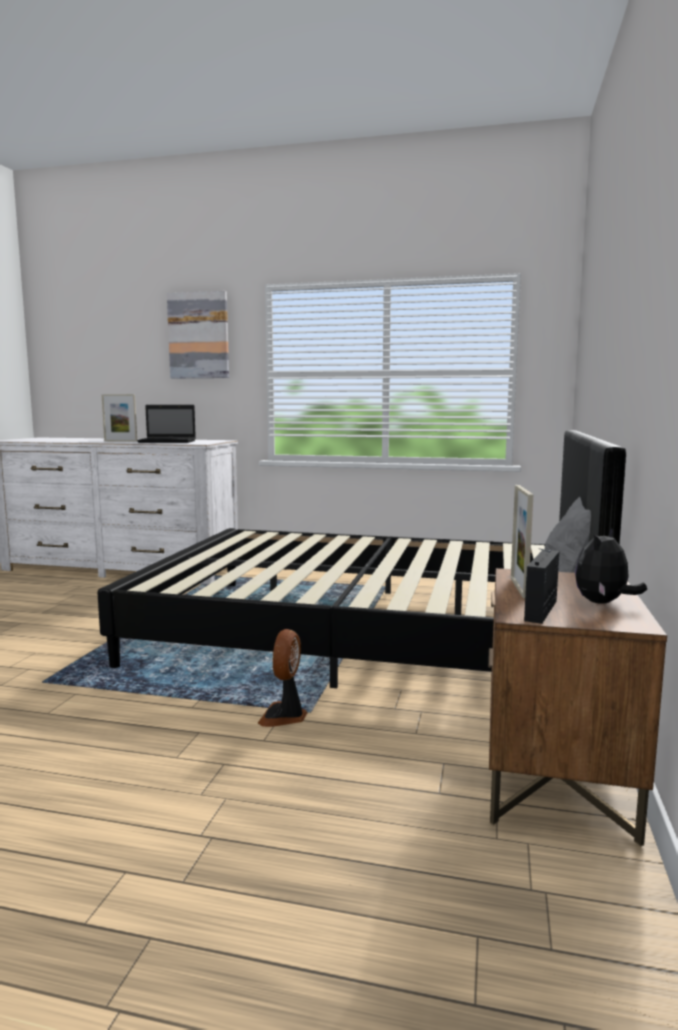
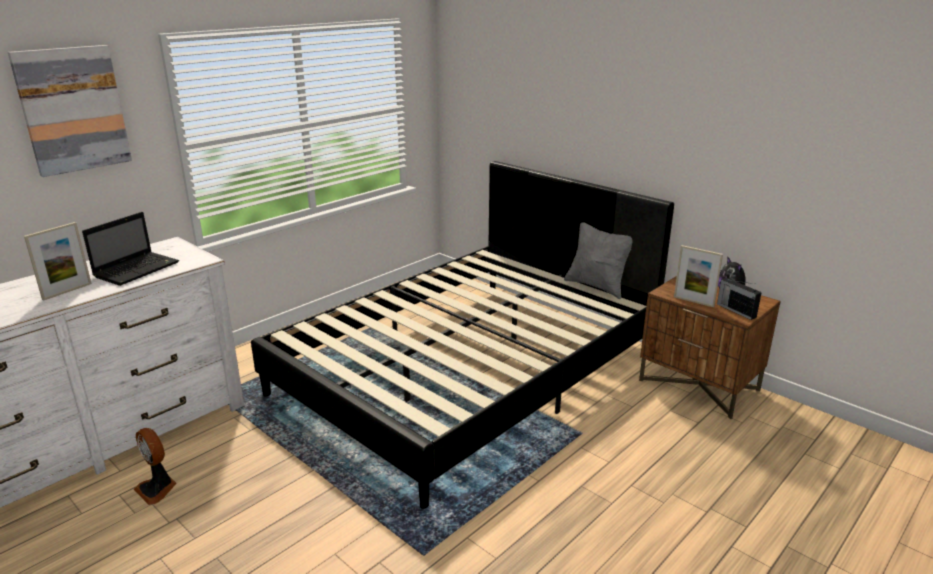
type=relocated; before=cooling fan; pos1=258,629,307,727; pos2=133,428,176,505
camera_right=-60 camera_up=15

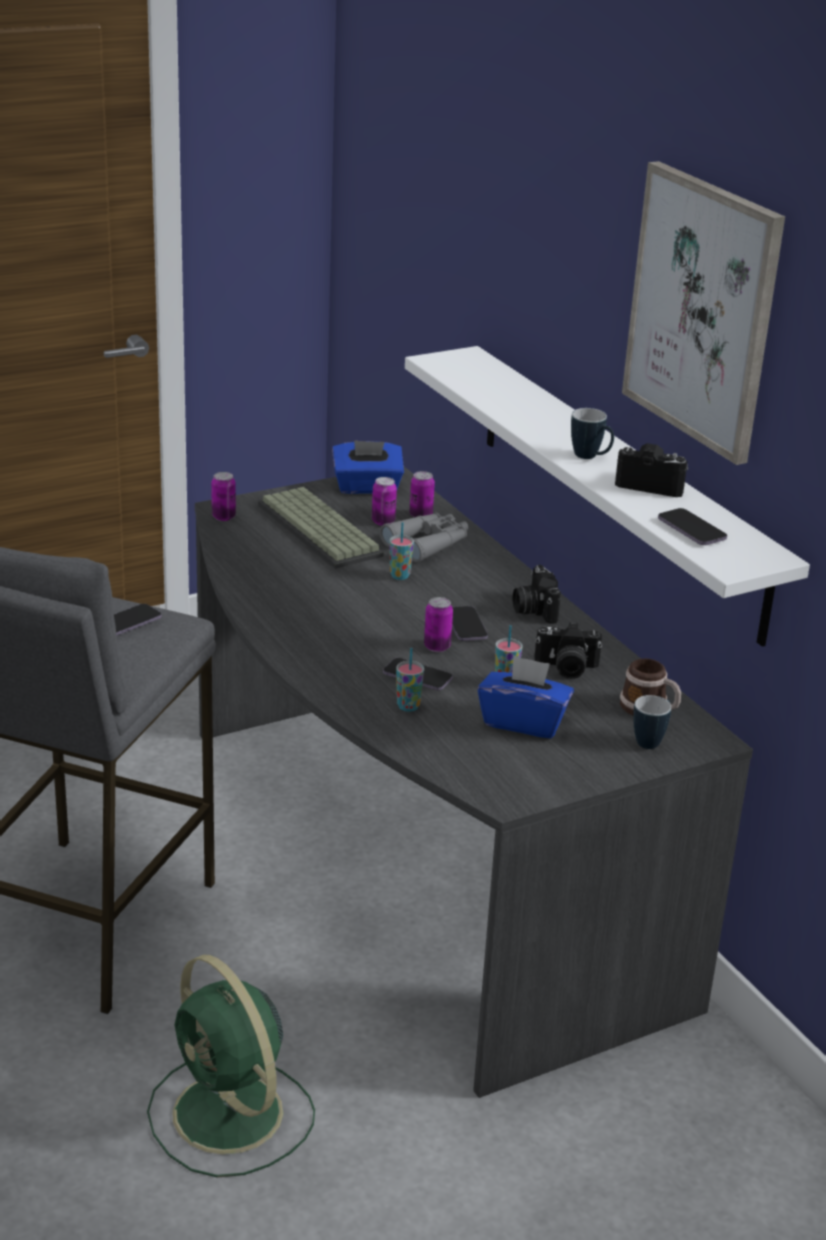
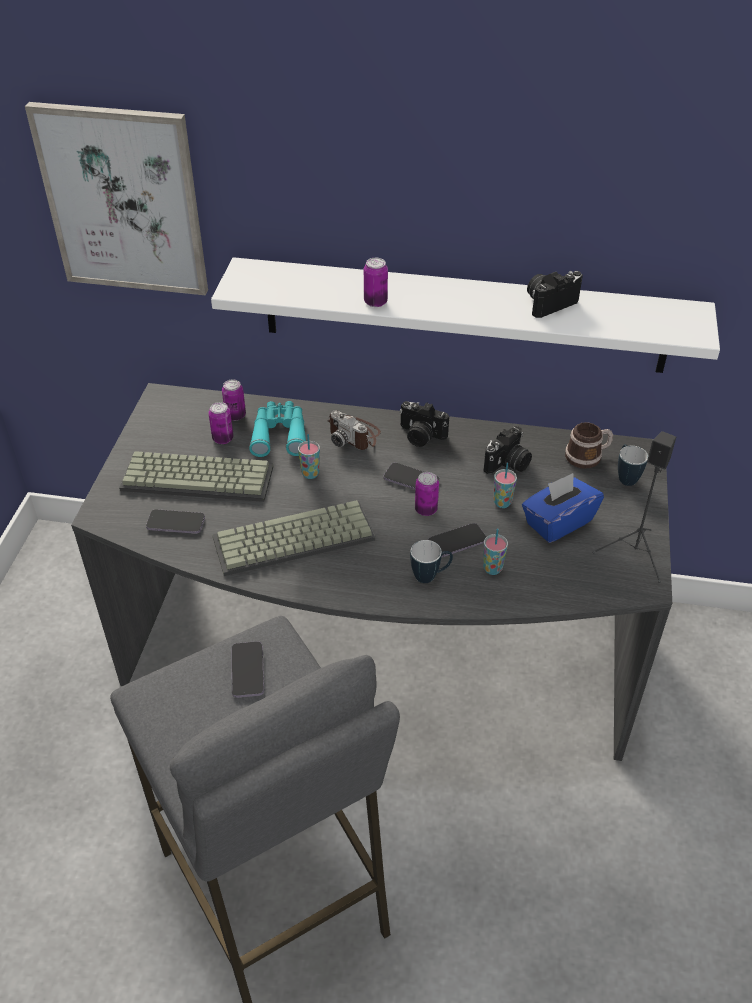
type=relocated; before=picture; pos1=622,161,785,465; pos2=25,102,208,295
type=relocated; before=handset; pos1=658,508,727,545; pos2=146,509,205,534
type=appeared; after=keyboard; pos2=212,500,375,576
type=colour; before=grey binoculars; after=blue-green binoculars; pos1=380,512,468,562; pos2=249,401,306,457
type=appeared; after=still camera; pos2=327,410,381,450
type=relocated; before=sealed can; pos1=211,472,236,521; pos2=364,258,388,307
type=relocated; before=mug; pos1=571,408,614,459; pos2=410,540,453,583
type=appeared; after=blackish speaker; pos2=592,431,676,583
type=missing; before=green cooling fan; pos1=147,955,315,1177
type=missing; before=blue-coloured tissue holder; pos1=332,440,404,494
camera_right=-50 camera_up=15

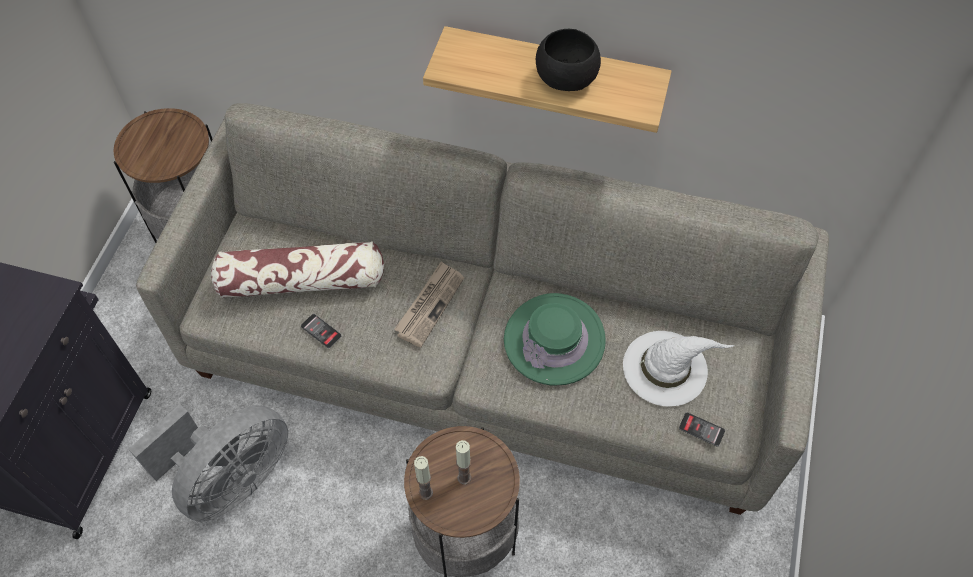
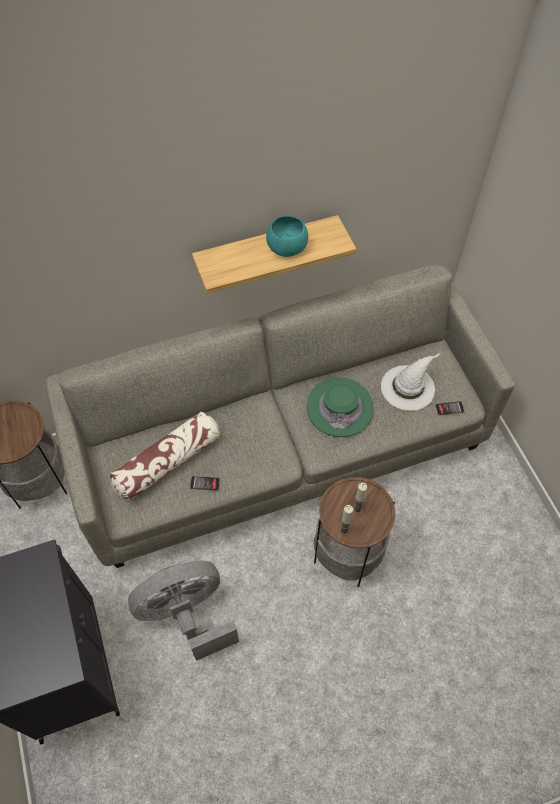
type=spun; before=grey cooling fan; pos1=128,404,288,522; pos2=128,561,239,661; turn=-120
type=colour; before=blackish serving bowl; after=blue-green serving bowl; pos1=536,29,601,91; pos2=266,216,308,257
type=missing; before=daily paper; pos1=394,261,464,347
camera_right=-35 camera_up=0

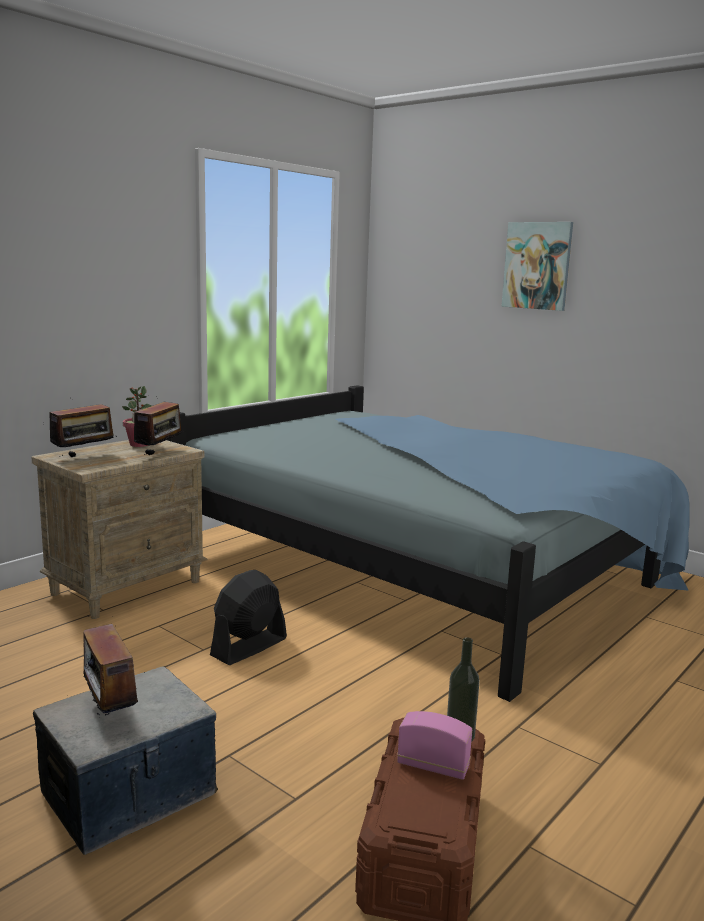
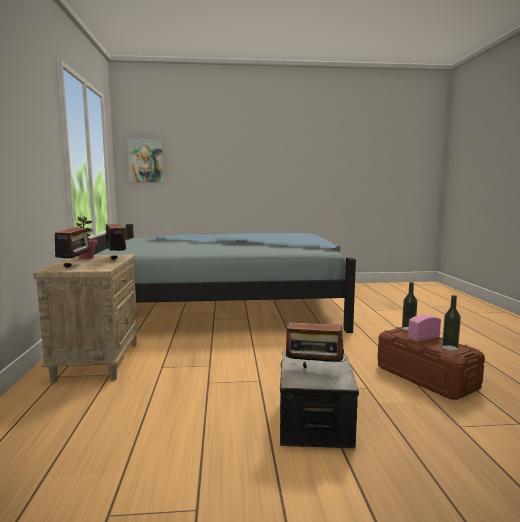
type=relocated; before=picture; pos1=502,222,573,311; pos2=127,139,164,182
type=appeared; after=bottle; pos2=442,295,461,351
type=missing; before=blackish cooling fan; pos1=210,570,287,665
camera_right=-45 camera_up=-5

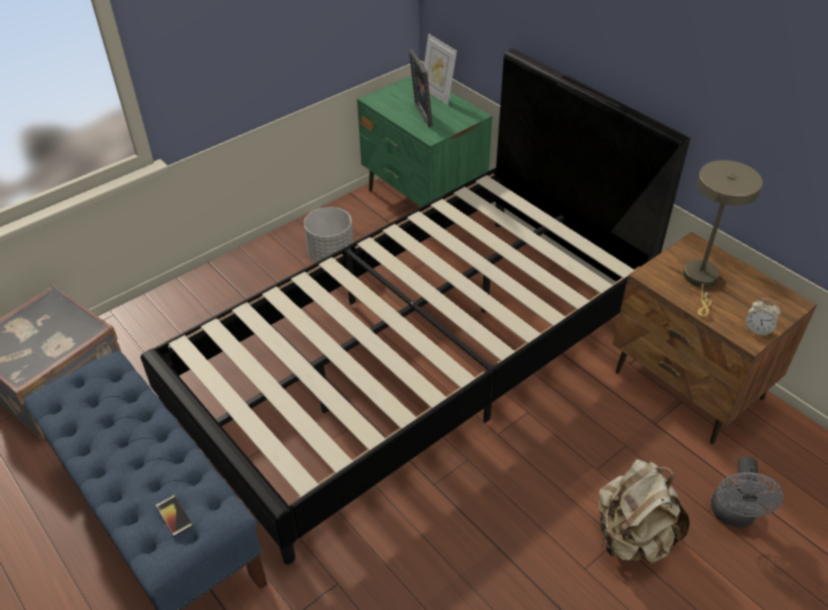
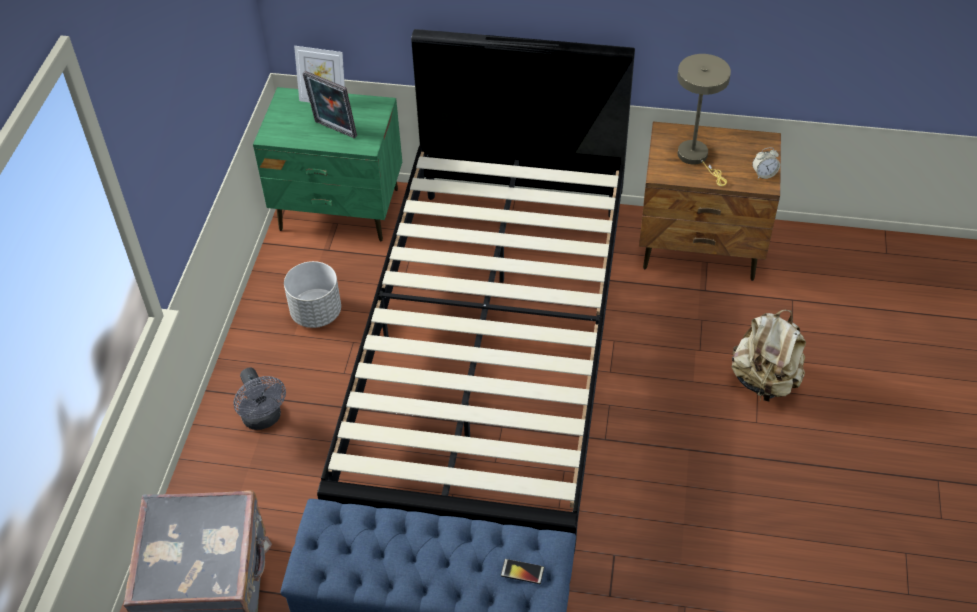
type=relocated; before=grey cooling fan; pos1=711,456,784,527; pos2=233,368,286,430
camera_right=-40 camera_up=5

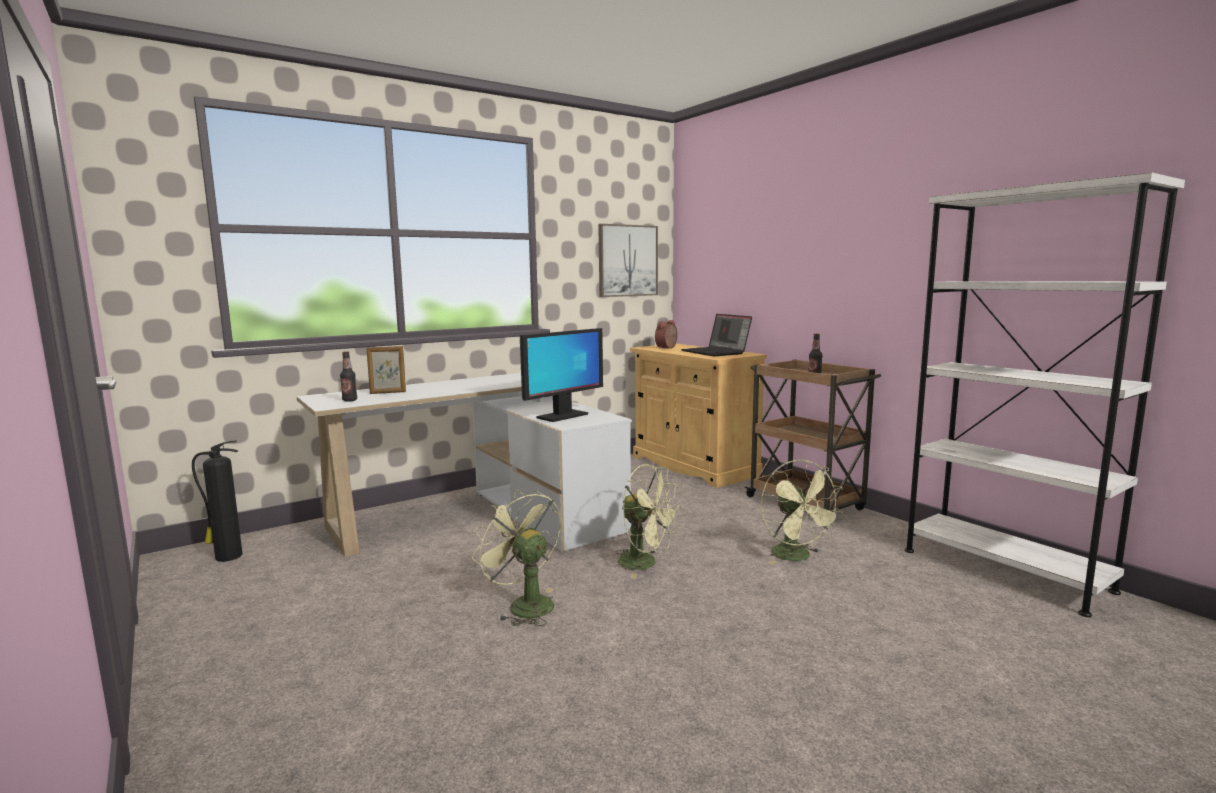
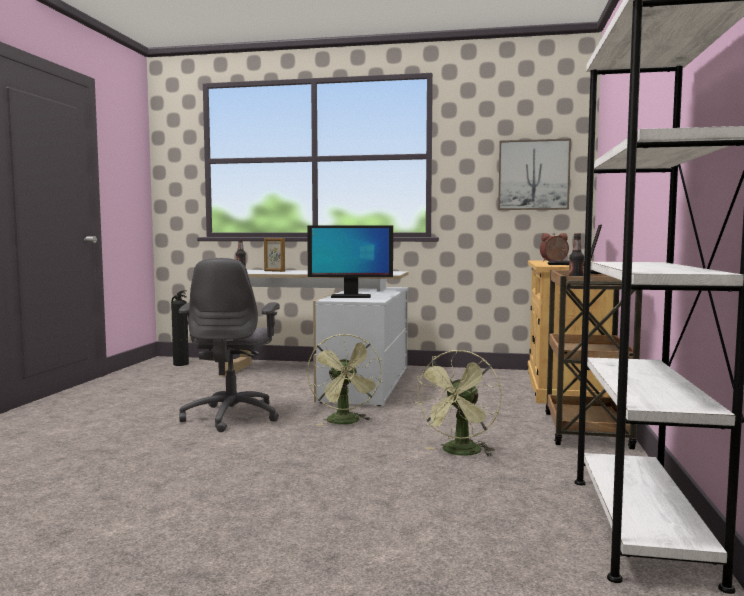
type=exchanged; before=green cooling fan; after=grey computer chair; pos1=472,490,561,626; pos2=179,258,280,432
camera_right=45 camera_up=-5

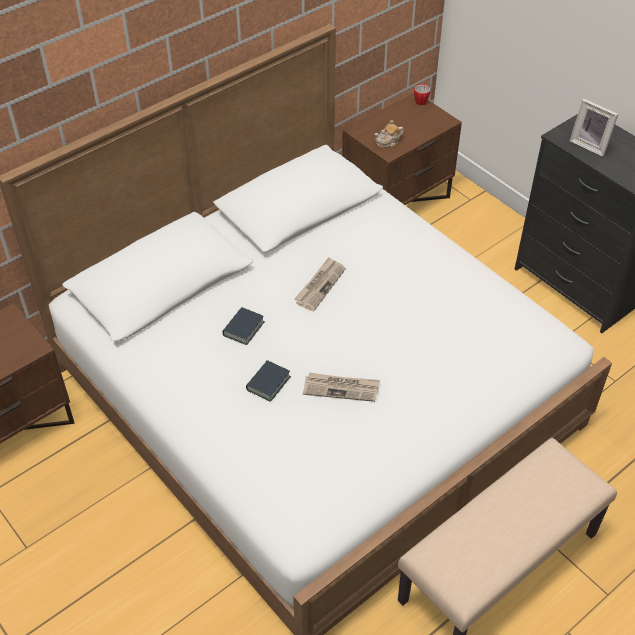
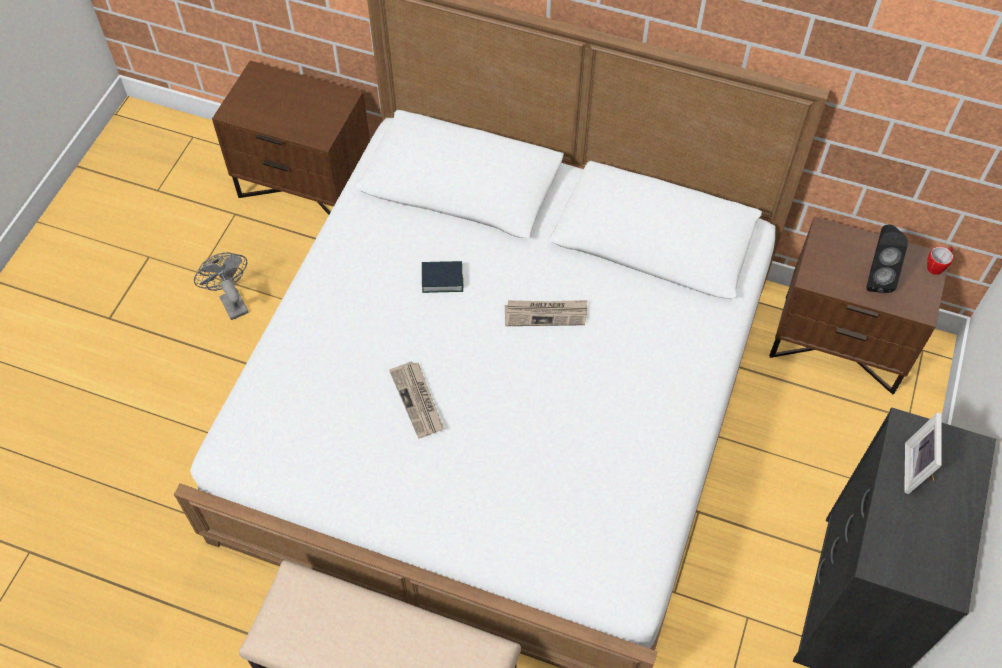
type=appeared; after=grey cooling fan; pos2=194,252,249,320
type=appeared; after=blackish speaker; pos2=866,224,908,293
type=missing; before=book; pos1=246,360,291,402
type=missing; before=teapot; pos1=374,120,404,148
camera_right=60 camera_up=10

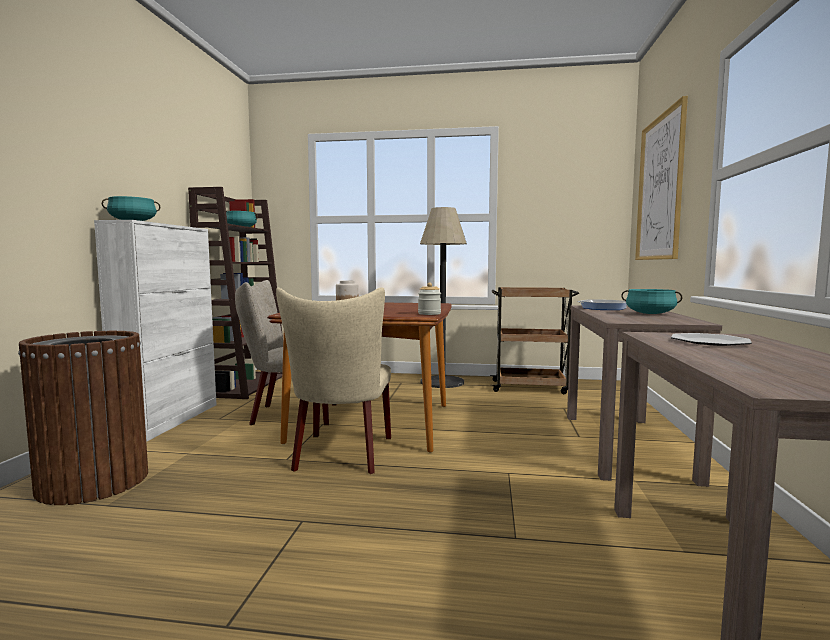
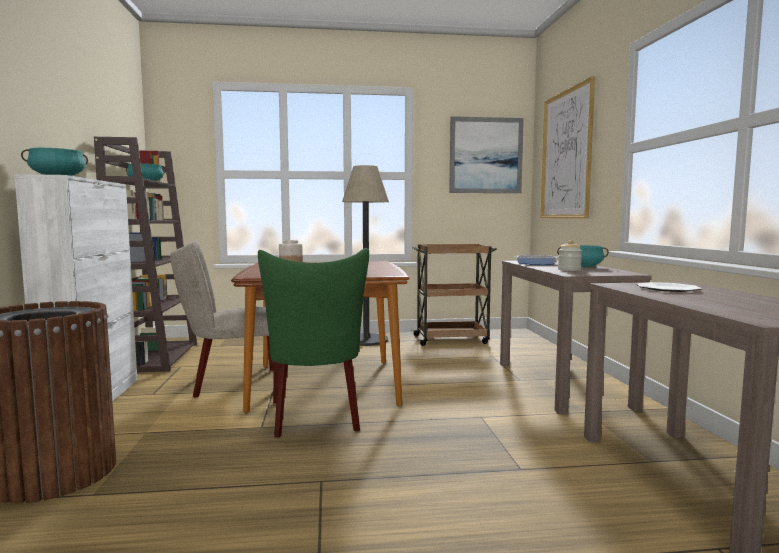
type=colour; before=sand-coloured upright chair; after=green upright chair; pos1=276,287,391,474; pos2=258,248,369,438
type=appeared; after=picture; pos2=449,116,524,193
type=relocated; before=jar; pos1=418,283,441,315; pos2=558,240,582,271
camera_right=-15 camera_up=0

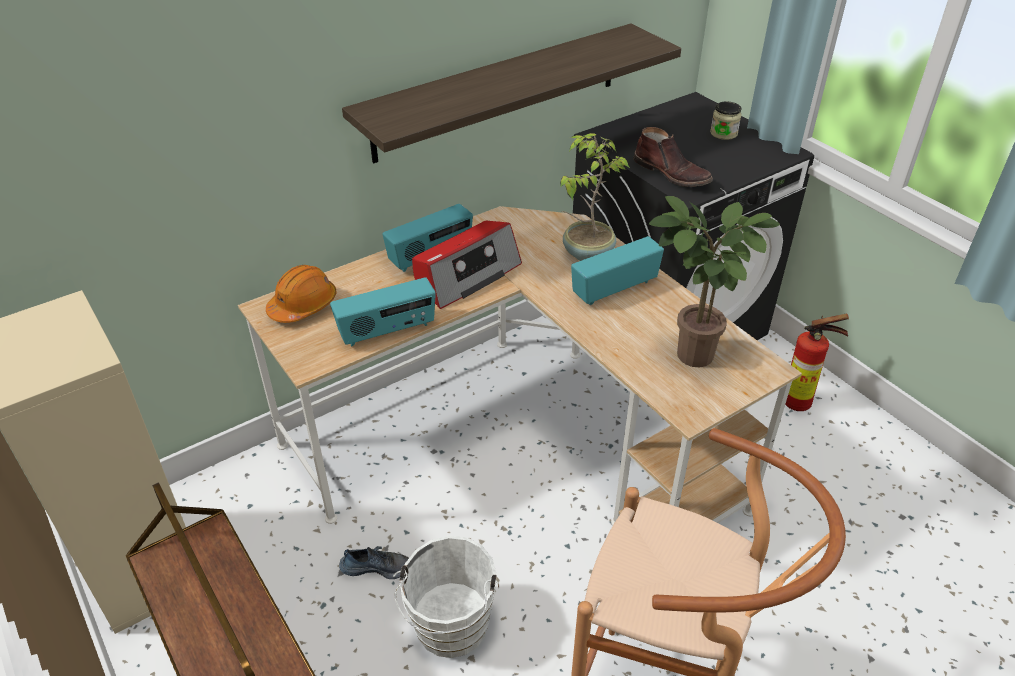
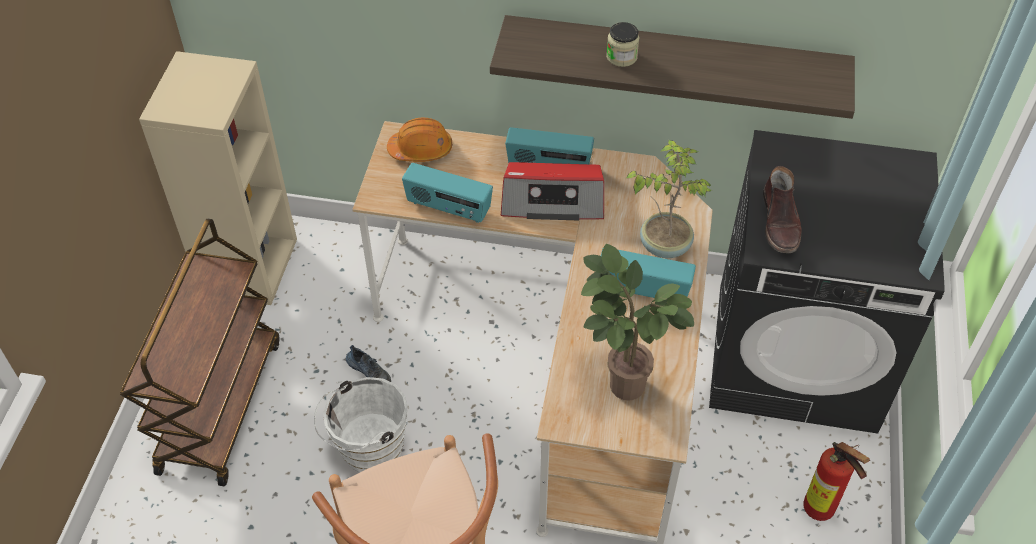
type=relocated; before=jar; pos1=710,102,742,140; pos2=606,22,640,67
camera_right=45 camera_up=10

